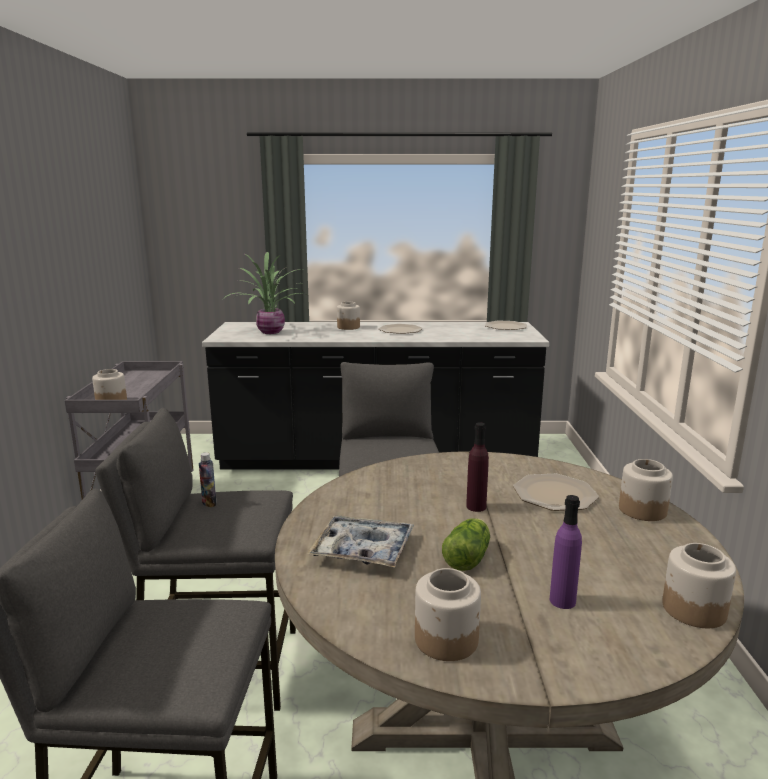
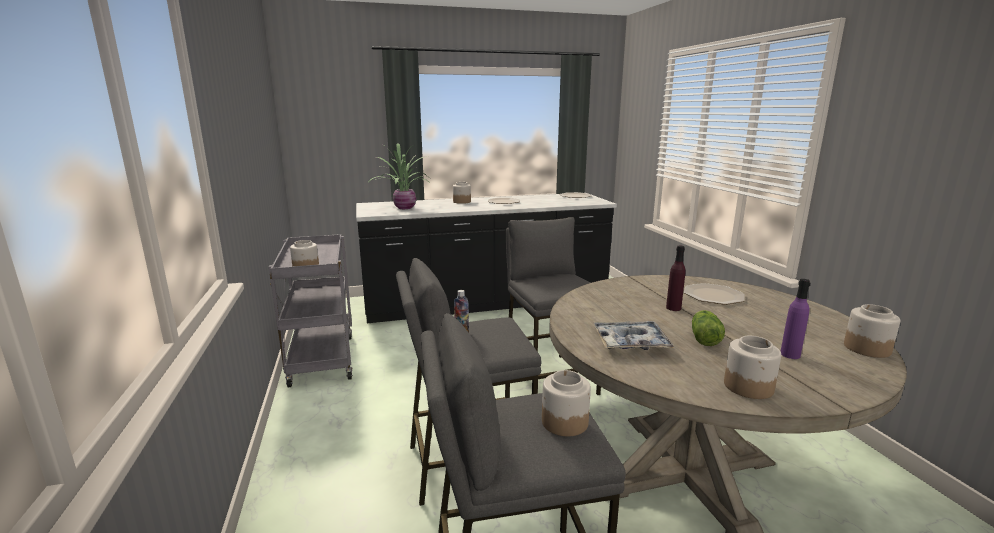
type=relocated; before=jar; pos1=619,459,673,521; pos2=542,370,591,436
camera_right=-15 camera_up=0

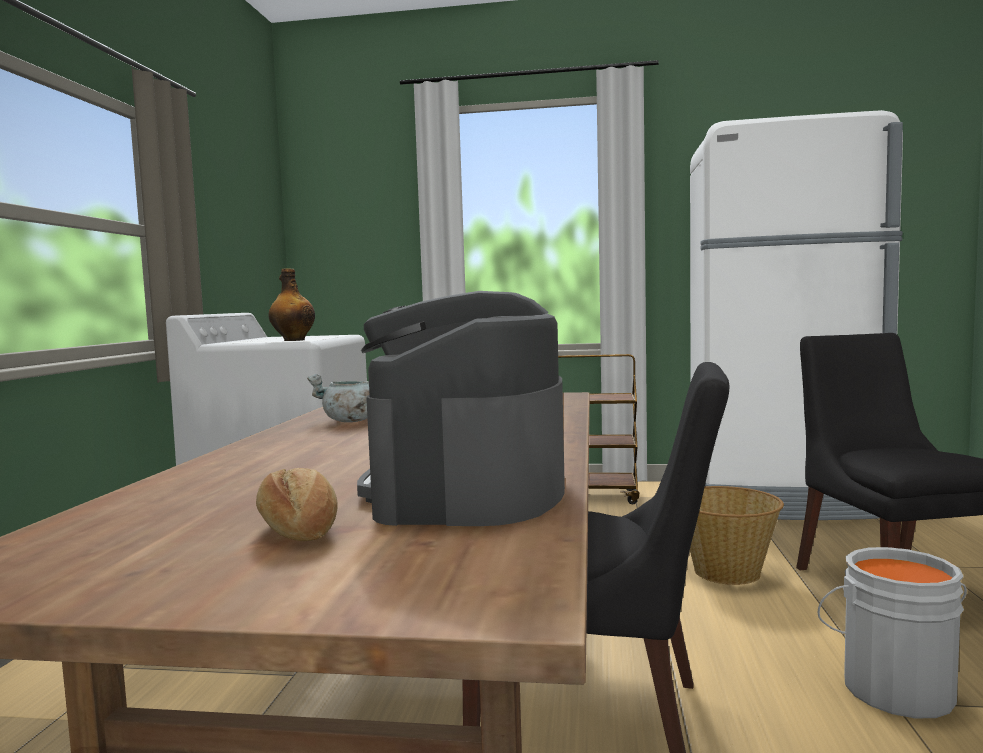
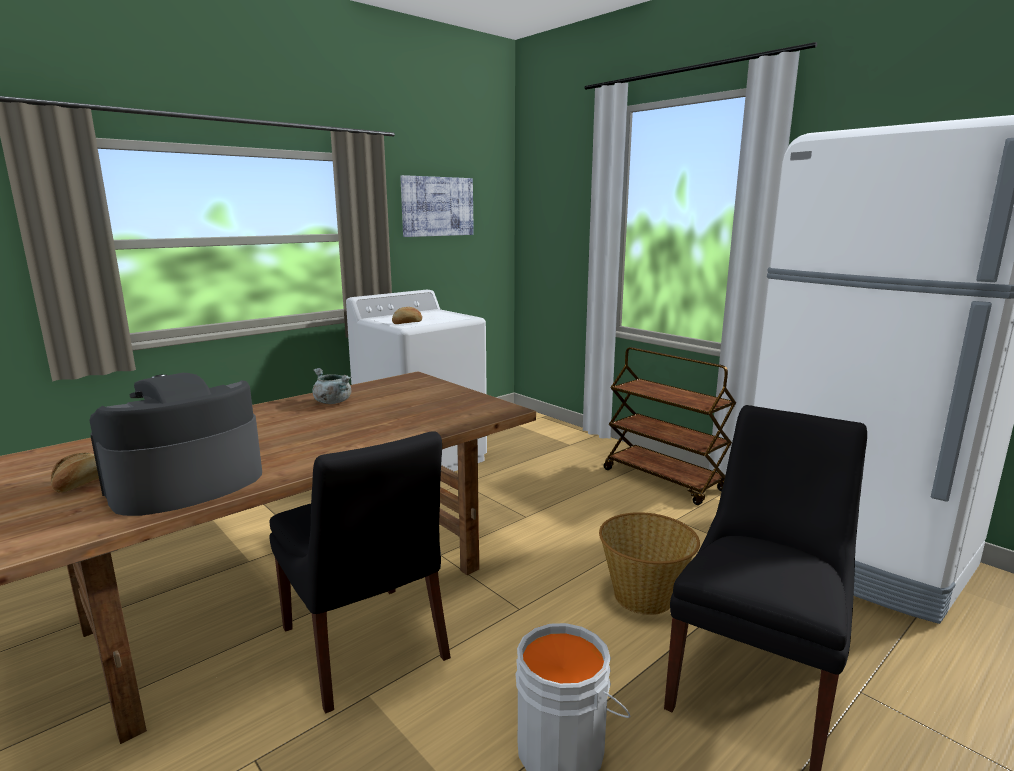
type=exchanged; before=bottle; after=bakery bread; pos1=269,268,315,341; pos2=392,307,422,324
type=appeared; after=picture; pos2=400,175,474,237
camera_right=40 camera_up=10

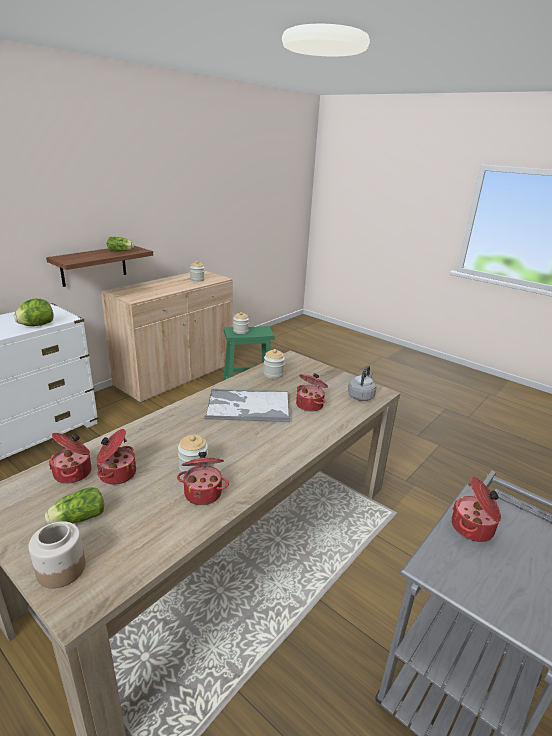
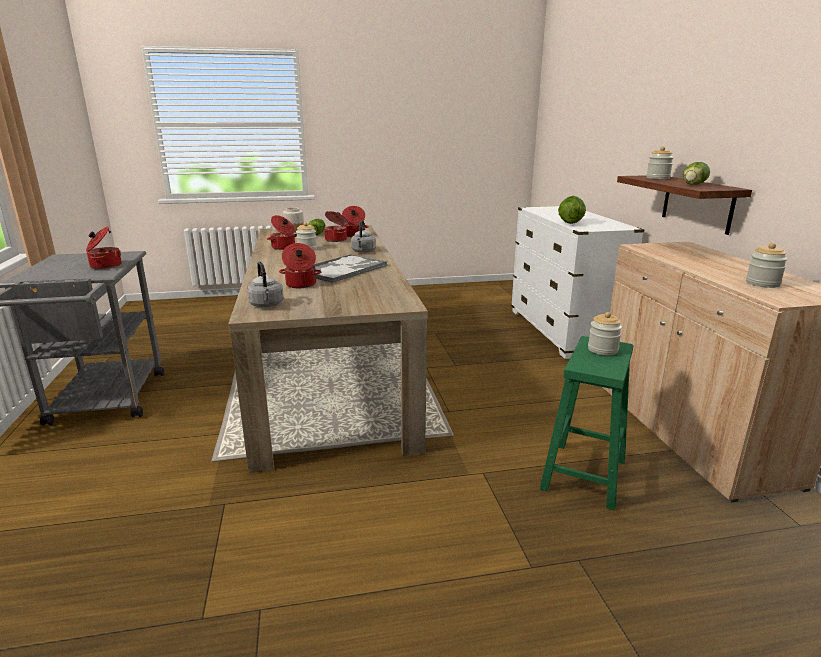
type=appeared; after=grey tea kettle; pos2=351,220,376,253
type=relocated; before=jar; pos1=263,349,285,379; pos2=646,146,674,179
camera_right=130 camera_up=-5

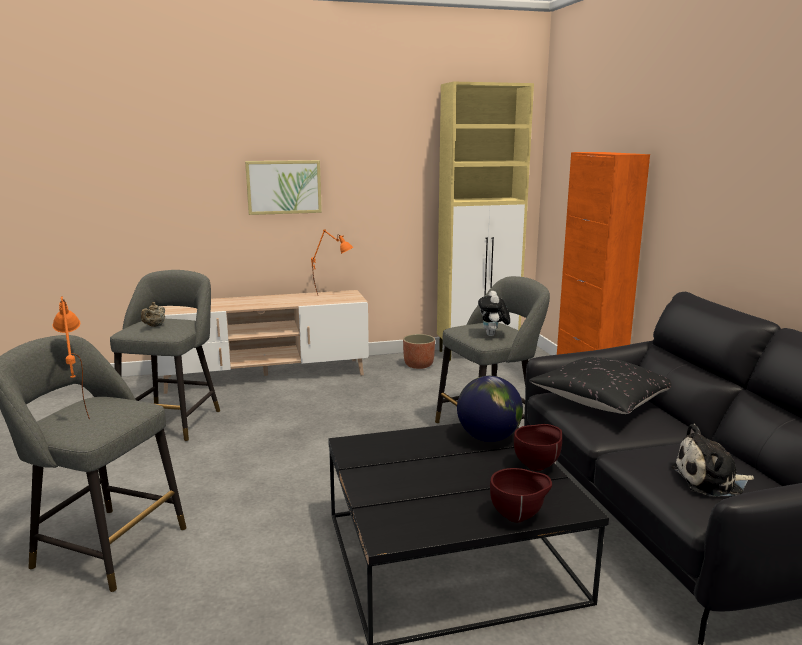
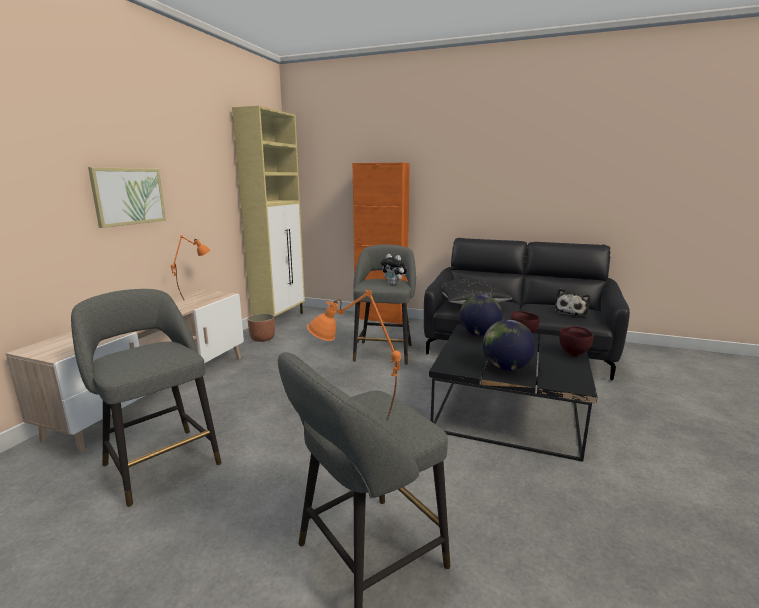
type=appeared; after=desk globe; pos2=483,320,535,371
type=missing; before=sand-coloured teapot; pos1=141,302,165,327
camera_right=-55 camera_up=0

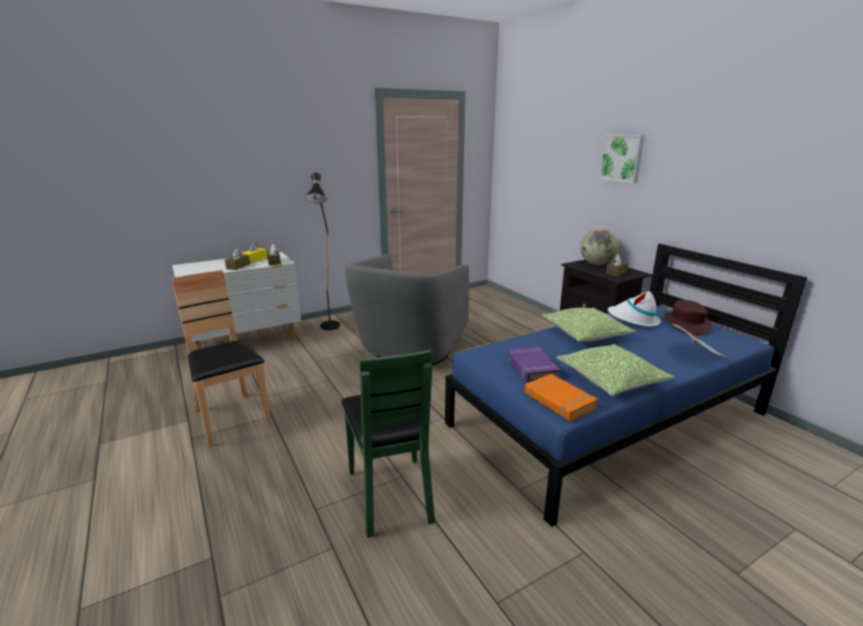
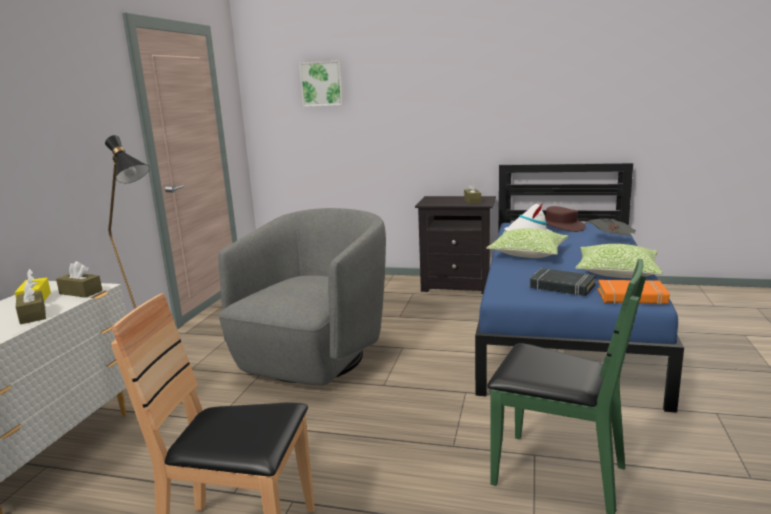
type=spun; before=grey easy chair; pos1=345,254,469,365; pos2=218,208,386,386; turn=-135
type=relocated; before=picture; pos1=599,135,645,183; pos2=299,60,344,107
type=colour; before=purplish book; after=blackish book; pos1=508,346,561,382; pos2=530,268,596,296
type=missing; before=desk globe; pos1=580,229,618,265
camera_right=-45 camera_up=-5

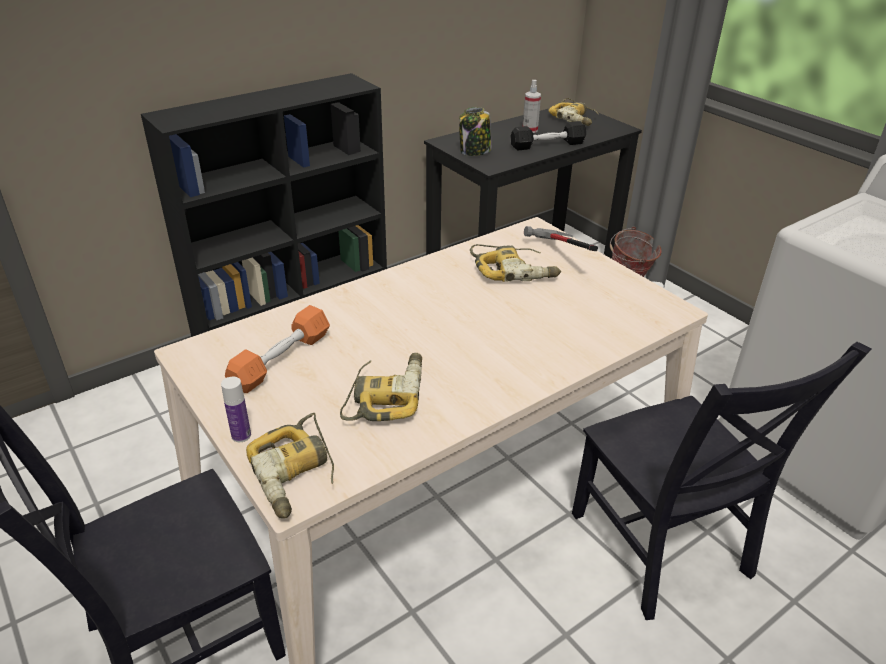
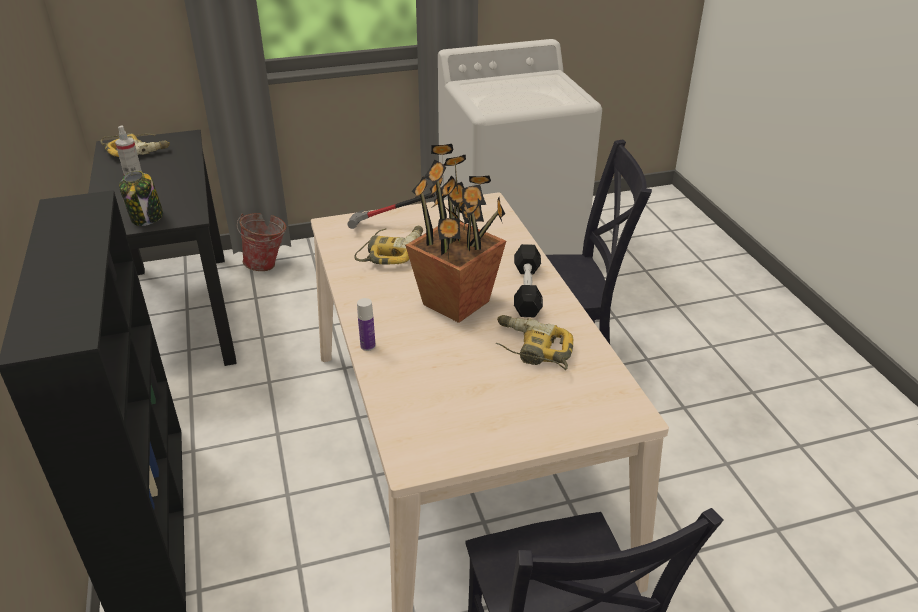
type=relocated; before=bottle; pos1=221,377,251,442; pos2=357,298,376,351
type=appeared; after=plant in a pot; pos2=405,144,506,323
type=relocated; before=blackish dumbbell; pos1=510,121,586,150; pos2=514,244,543,318
type=missing; before=orangey dumbbell; pos1=225,305,330,393
type=missing; before=power drill; pos1=246,413,334,518
camera_right=-70 camera_up=0

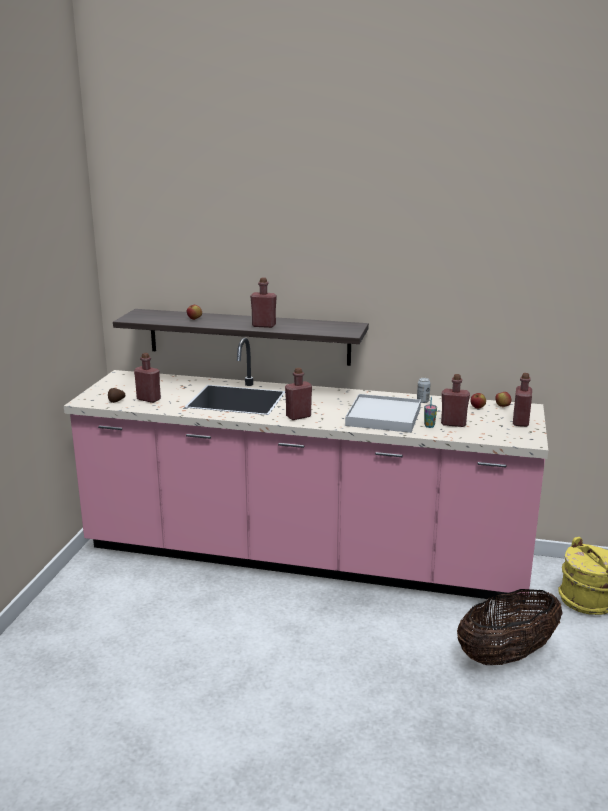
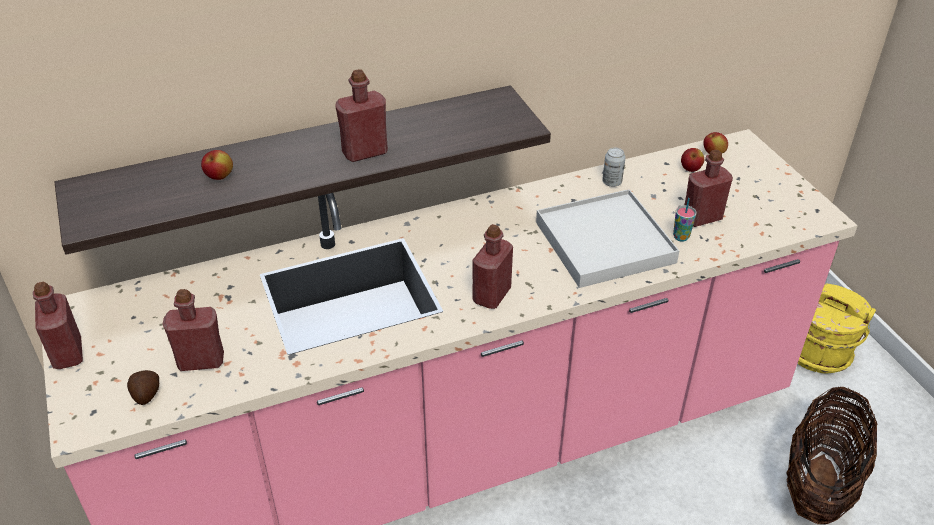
type=relocated; before=red-coloured bottle; pos1=513,373,532,427; pos2=33,282,83,369
camera_right=-35 camera_up=20

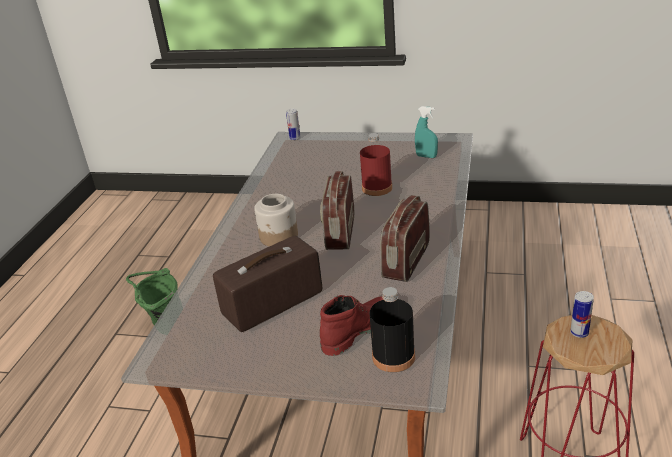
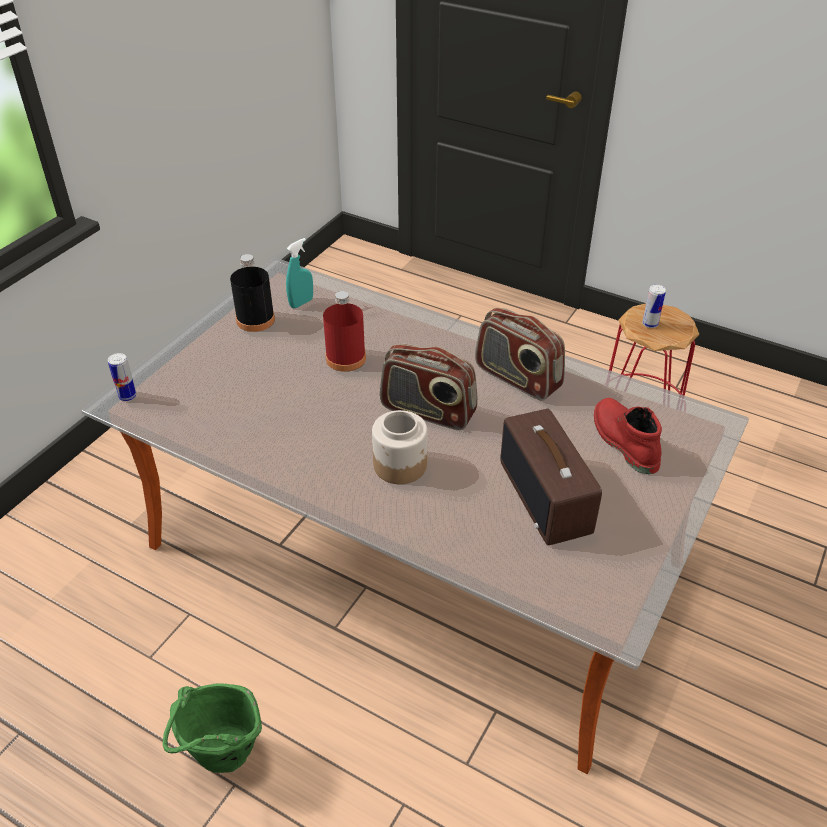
type=relocated; before=blackish bottle; pos1=369,287,415,372; pos2=230,254,275,332
camera_right=-75 camera_up=10

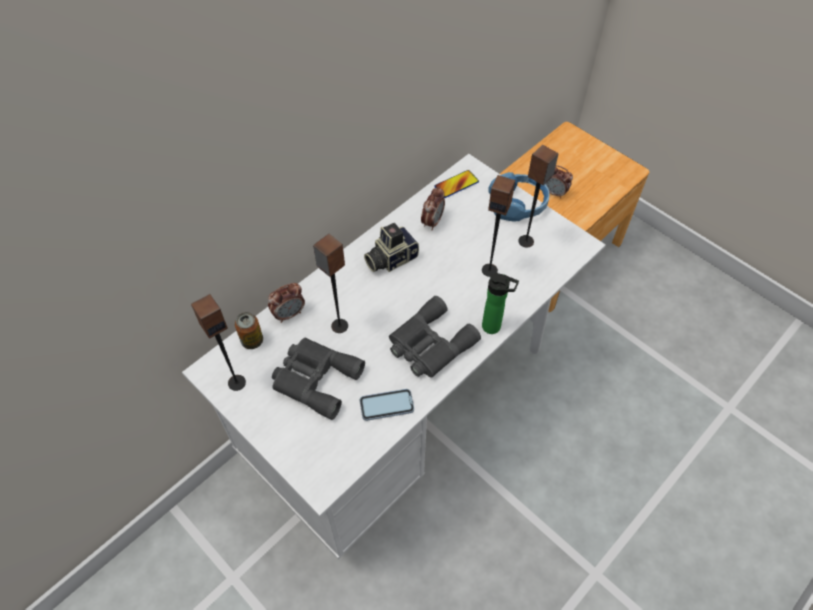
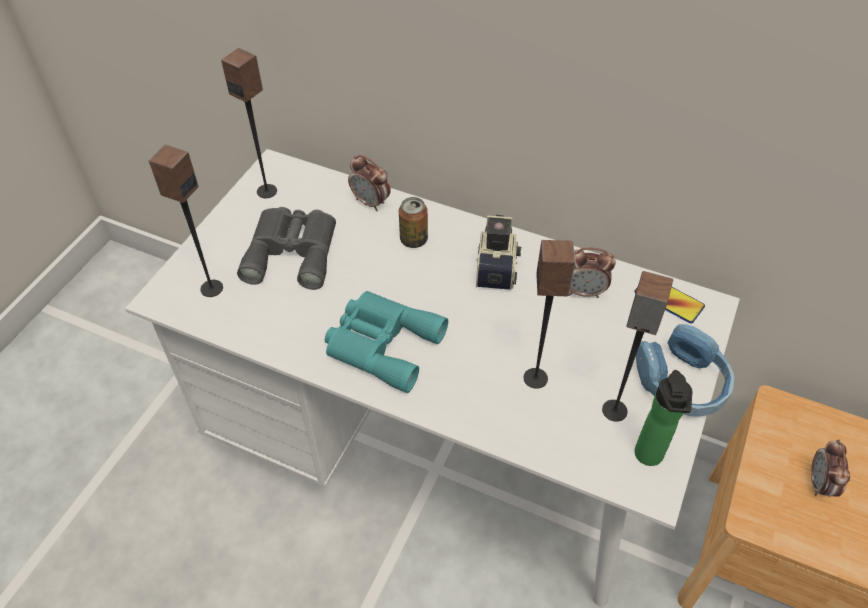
type=relocated; before=speaker; pos1=313,234,348,333; pos2=148,145,223,297
type=colour; before=grey binoculars; after=blue-green binoculars; pos1=389,296,481,378; pos2=325,291,448,393
type=relocated; before=sealed can; pos1=235,312,263,349; pos2=399,197,428,248
type=spun; before=still camera; pos1=364,223,419,272; pos2=476,215,522,290; turn=60
type=relocated; before=bottle; pos1=482,273,519,334; pos2=634,370,693,466
type=missing; before=handset; pos1=360,389,414,421
camera_right=70 camera_up=-5

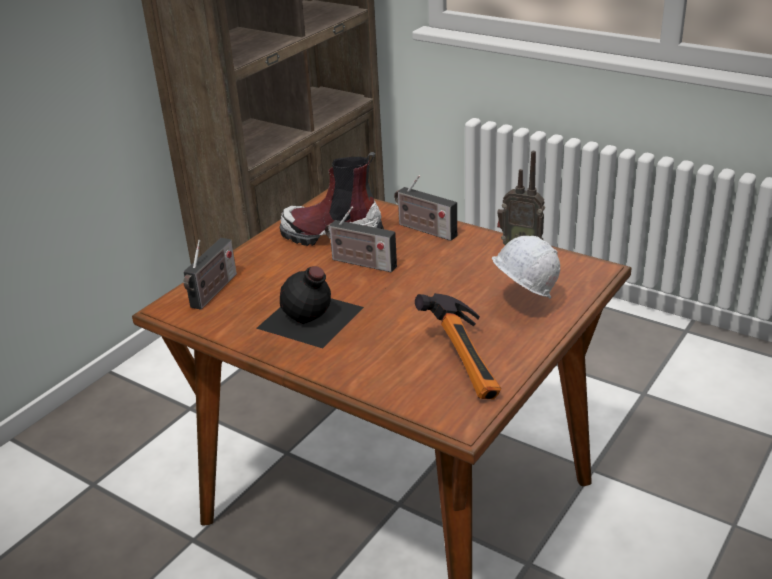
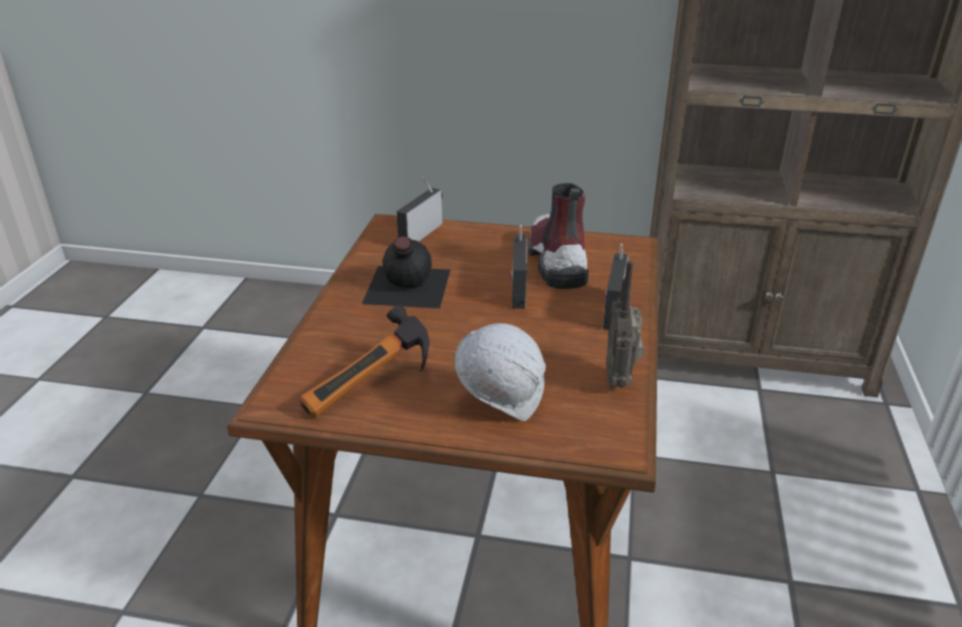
type=spun; before=radio receiver; pos1=184,238,237,310; pos2=396,177,443,242; turn=120
camera_right=65 camera_up=0

